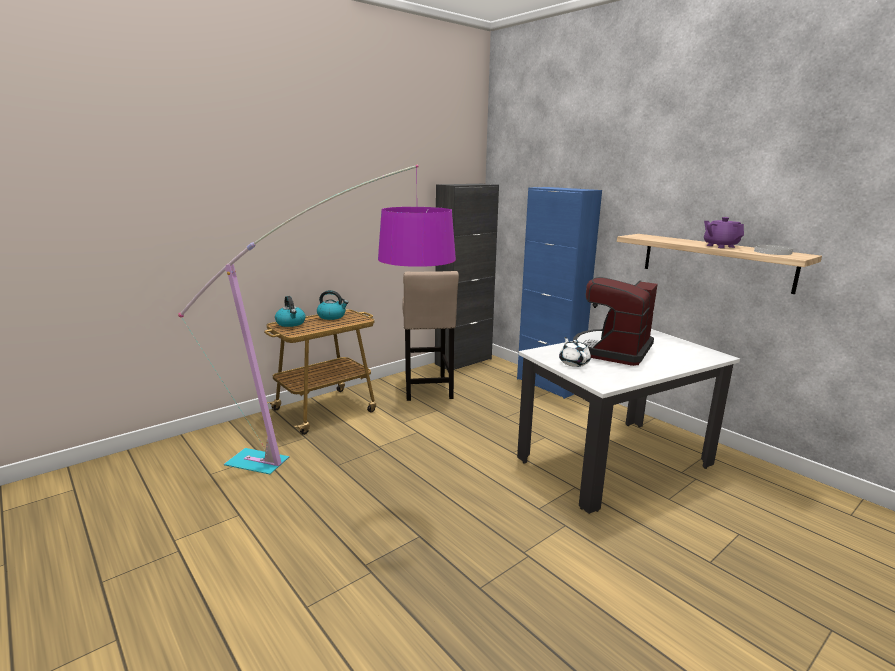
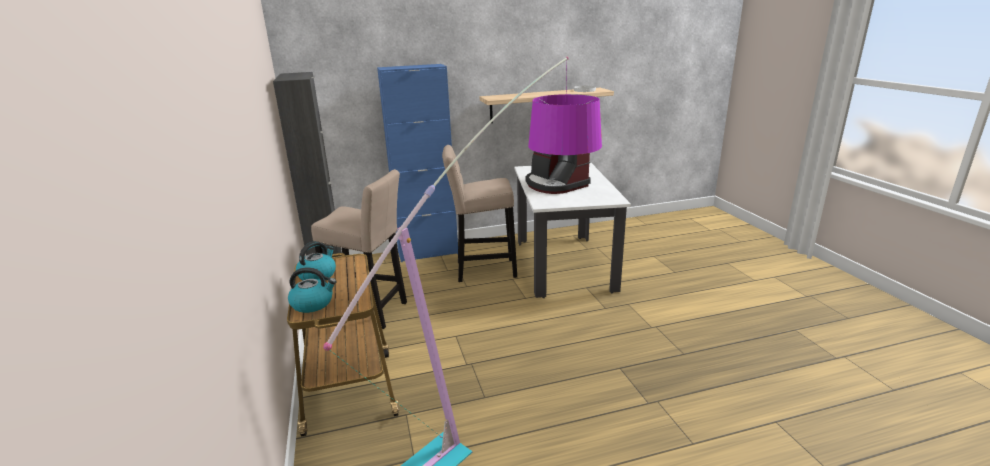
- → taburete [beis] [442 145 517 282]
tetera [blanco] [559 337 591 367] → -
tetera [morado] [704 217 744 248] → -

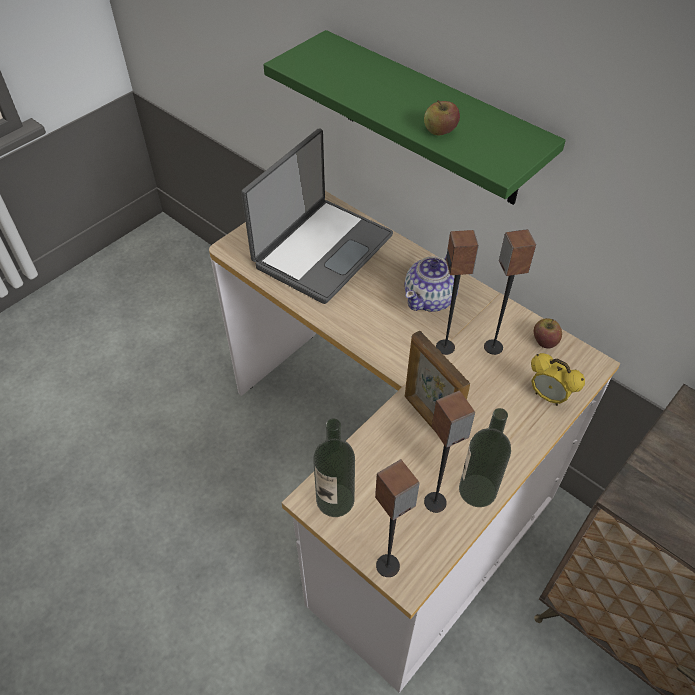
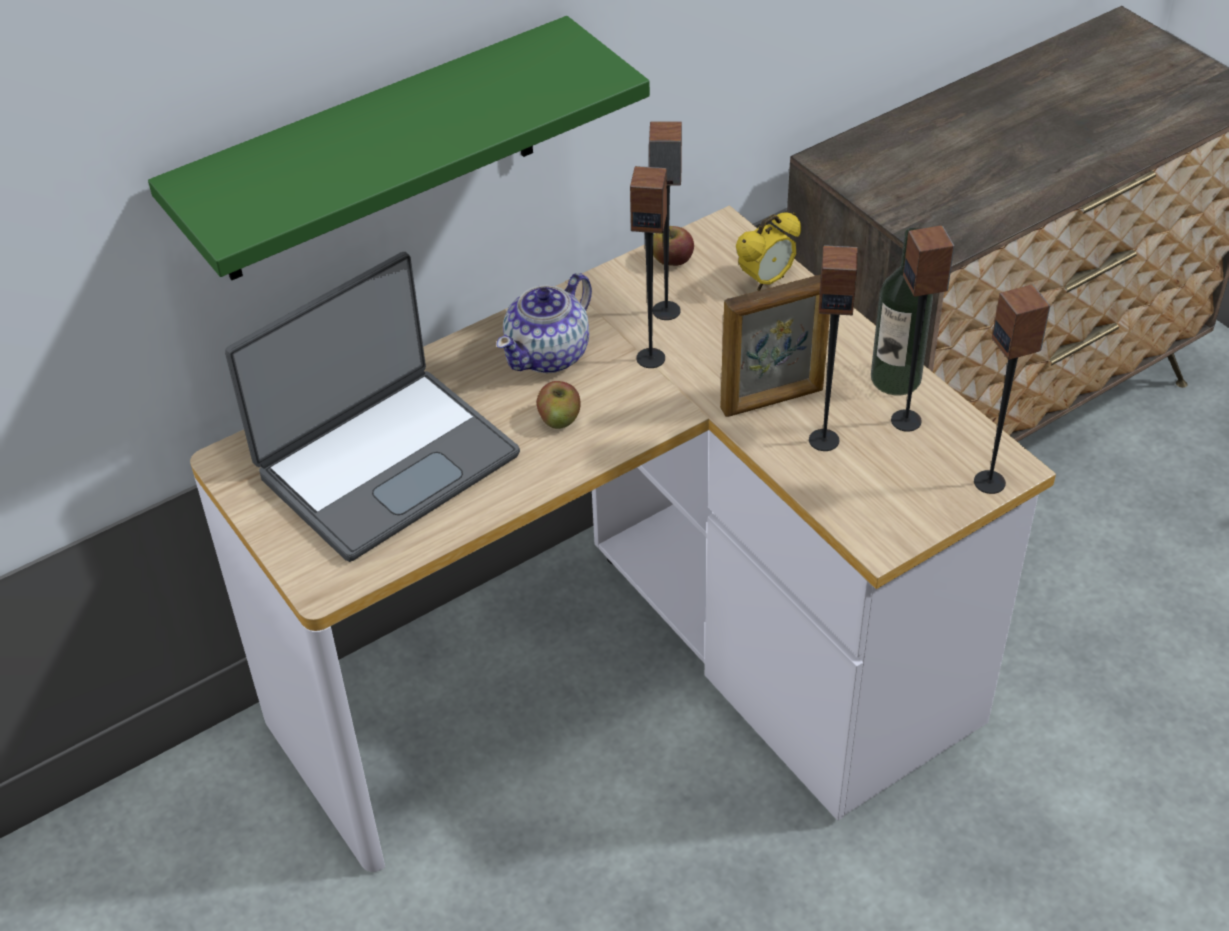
portátil [241 128 393 304] → portátil [225 252 520 562], 90 degrees clockwise
tetera [404 254 459 312] → tetera [497 273 592 373], 75 degrees clockwise
manzana [424 100 460 136] → manzana [537 381 581 429], shifted
- → altavoz [809 245 858 451]
botella [313 419 355 517] → -

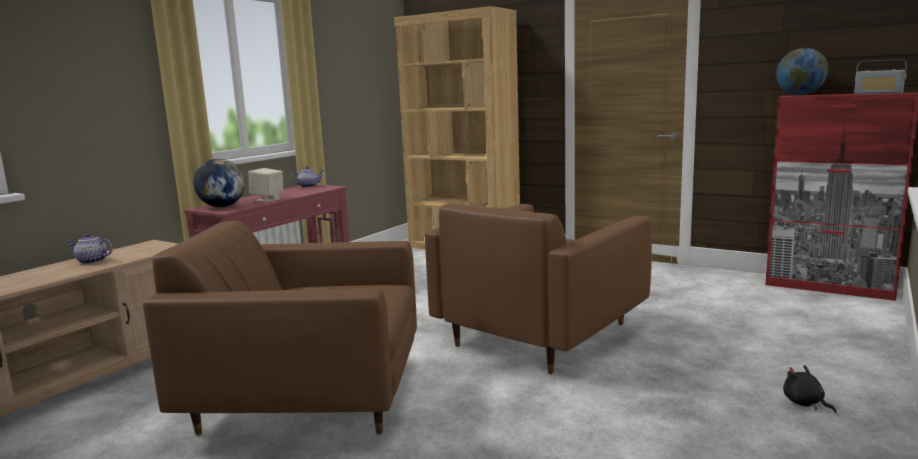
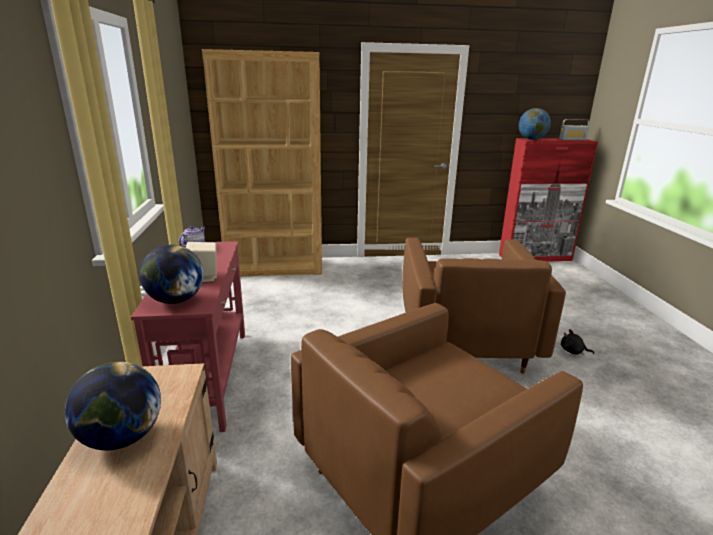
tetera [67 234 113 264] → globo terráqueo [65 362 161 450]
peluche [negro] [783 365 837 413] → peluche [negro] [561 329 594 355], shifted

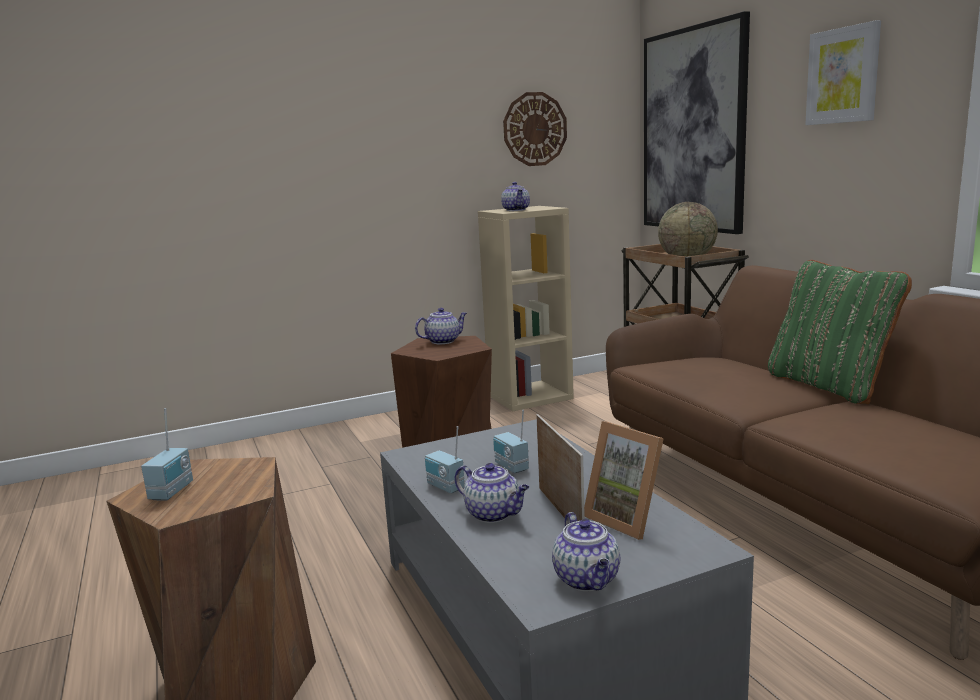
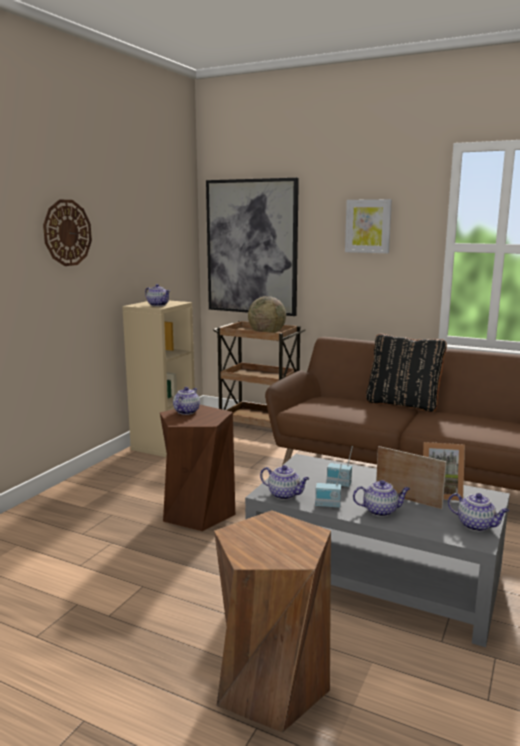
reloj de pared [503 92 567 166] → reloj de pared [43 200 92 266], shifted
- → tetera [260 465 310 500]
cojín [verde] [768 260 912 404] → cojín [negro] [366 334 447 412]
radio [141 408 193 501] → -

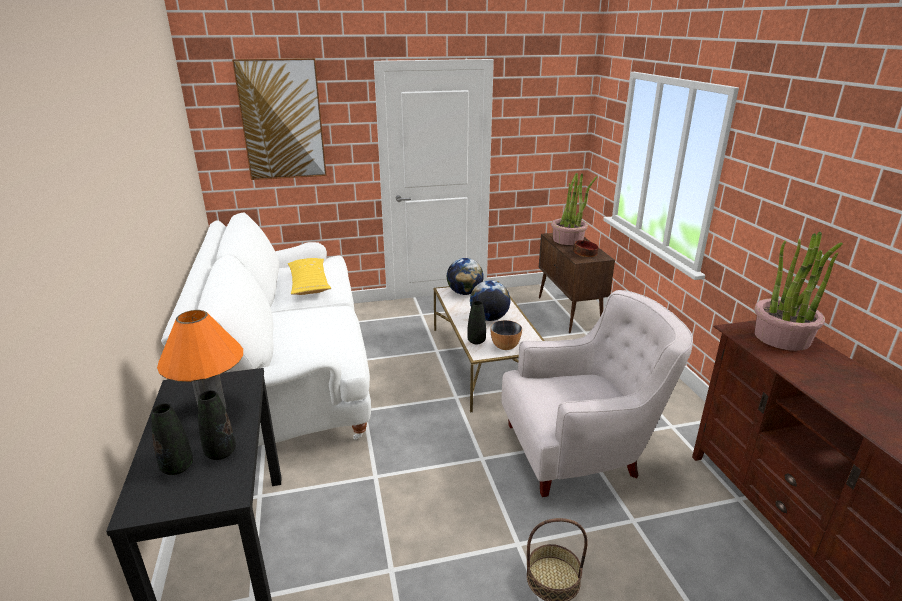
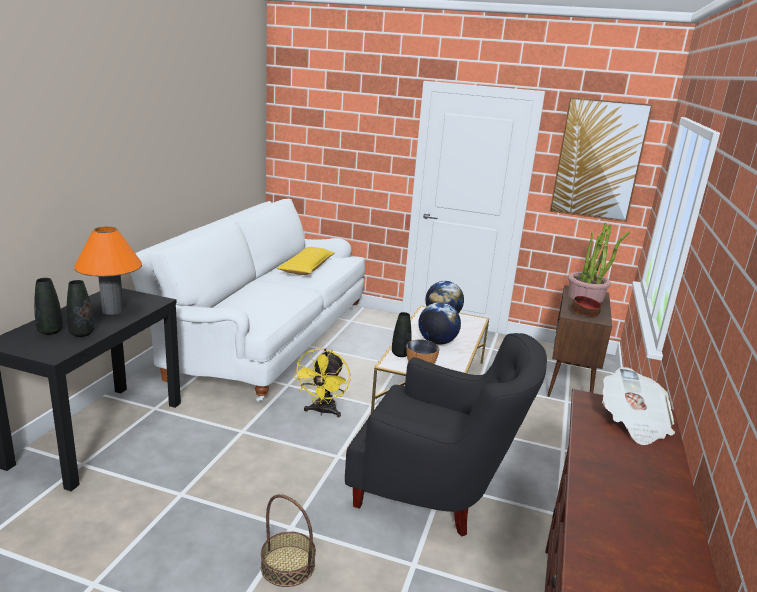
- → ventilador [amarillo] [293 348 350 417]
sillón [blanco] [501 290 693 497] → sillón [negro] [345 333 547 536]
cuadro [232 58 327 180] → cuadro [550 97 653 222], shifted
planta en maceta [754 232 843 351] → periódico [602 367 675 445]

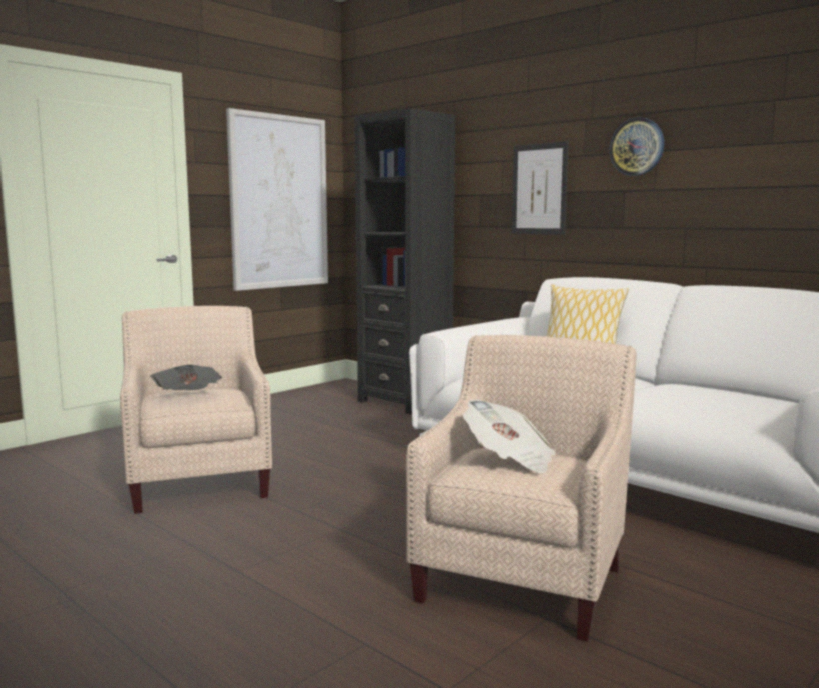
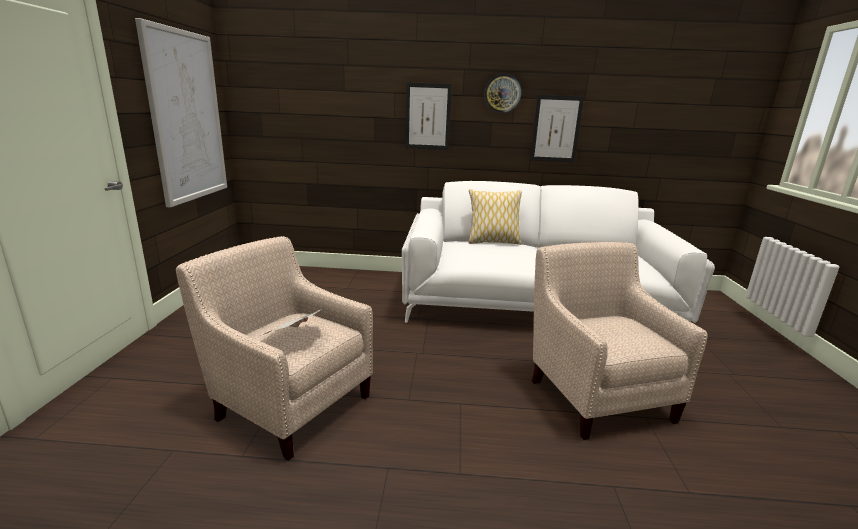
- → cuadro [530 95 584 162]
estantería [negro] [354 108 455 415] → -
periódico [463 399 556 474] → -

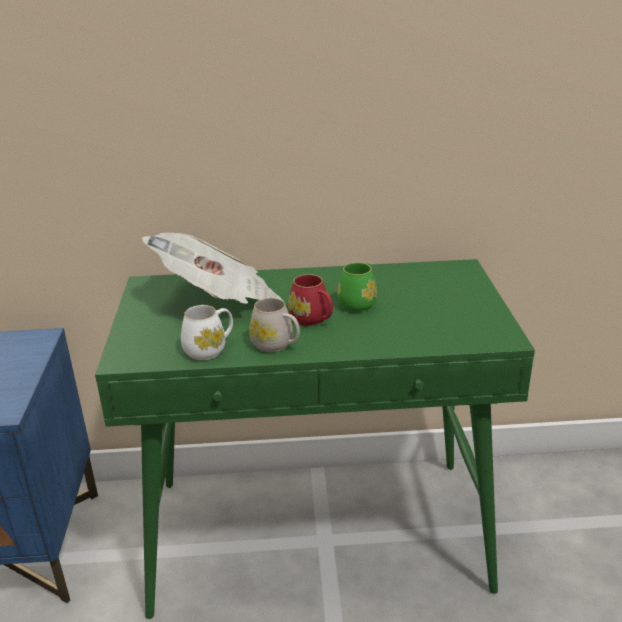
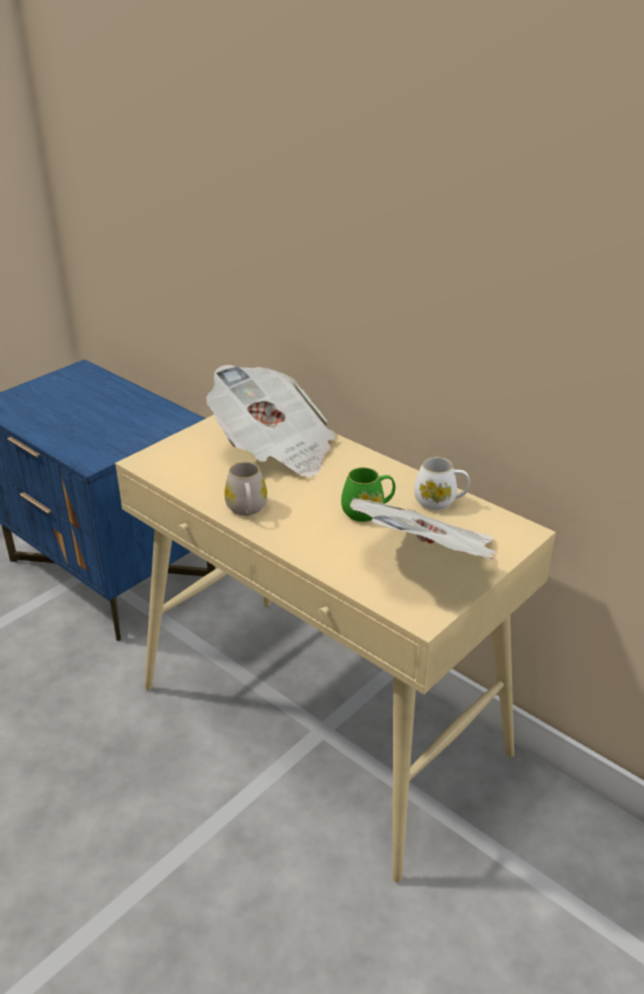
mesa consola [verde] [95 259 535 619] → mesa consola [beis] [115 414 556 883]
- → periódico [350 499 497 559]
taza grande [blanco] [181 305 233 360] → taza grande [blanco] [414 457 470 510], shifted
taza grande [rojo] [288 274 333 326] → -

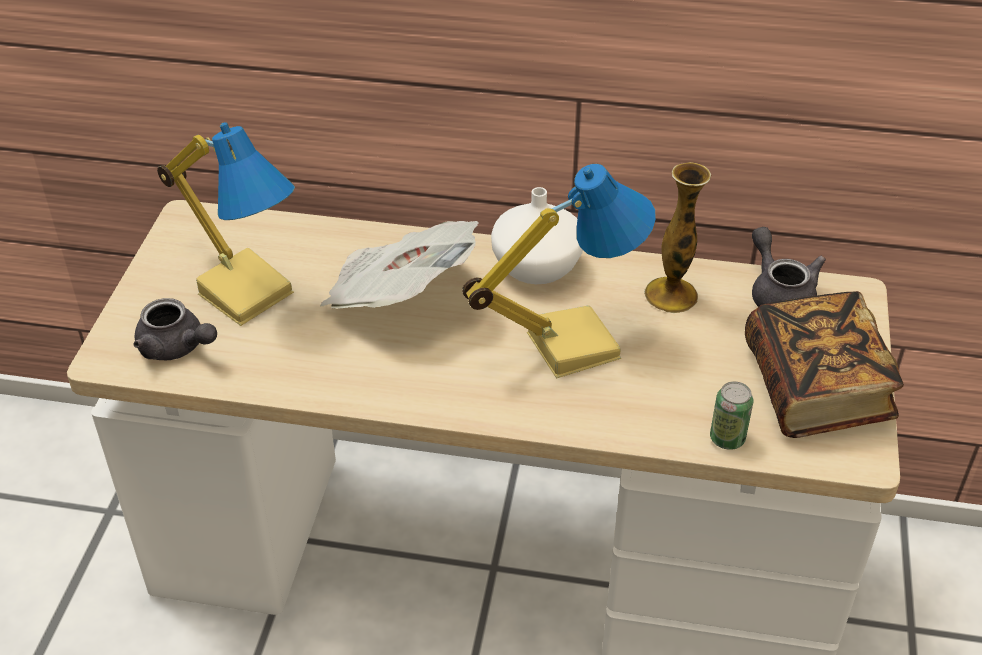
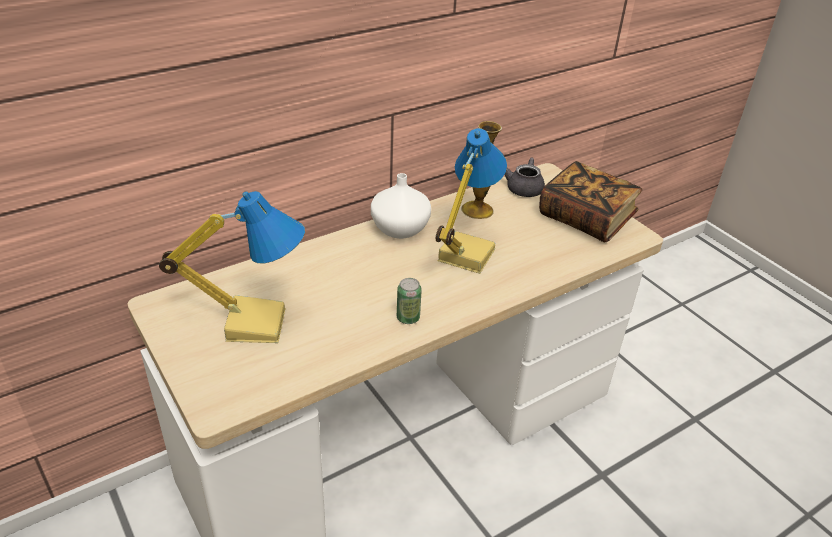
lata [710 381 753 450] → lata [397 278 422 324], shifted
tetera [gris] [133 298 217 360] → -
periódico [320 221 478 309] → -

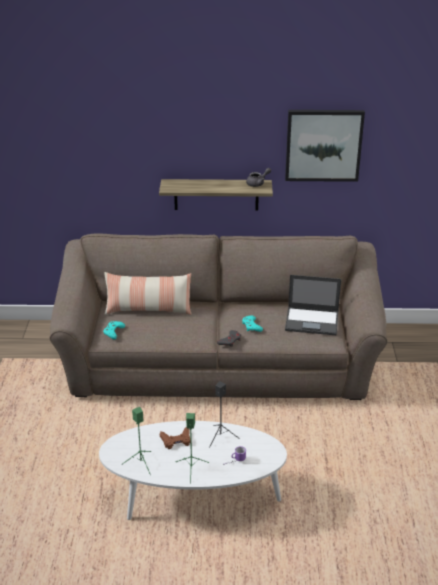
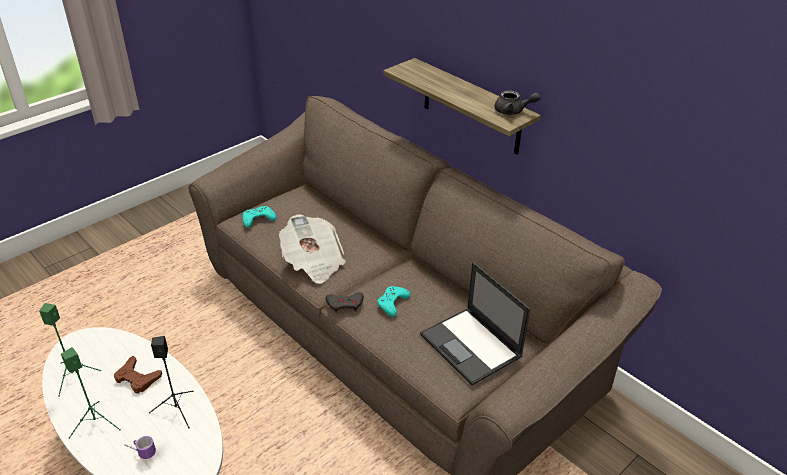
- → periódico [279 214 346 284]
cojín [104 272 192 315] → -
cuadro [285 110 365 182] → -

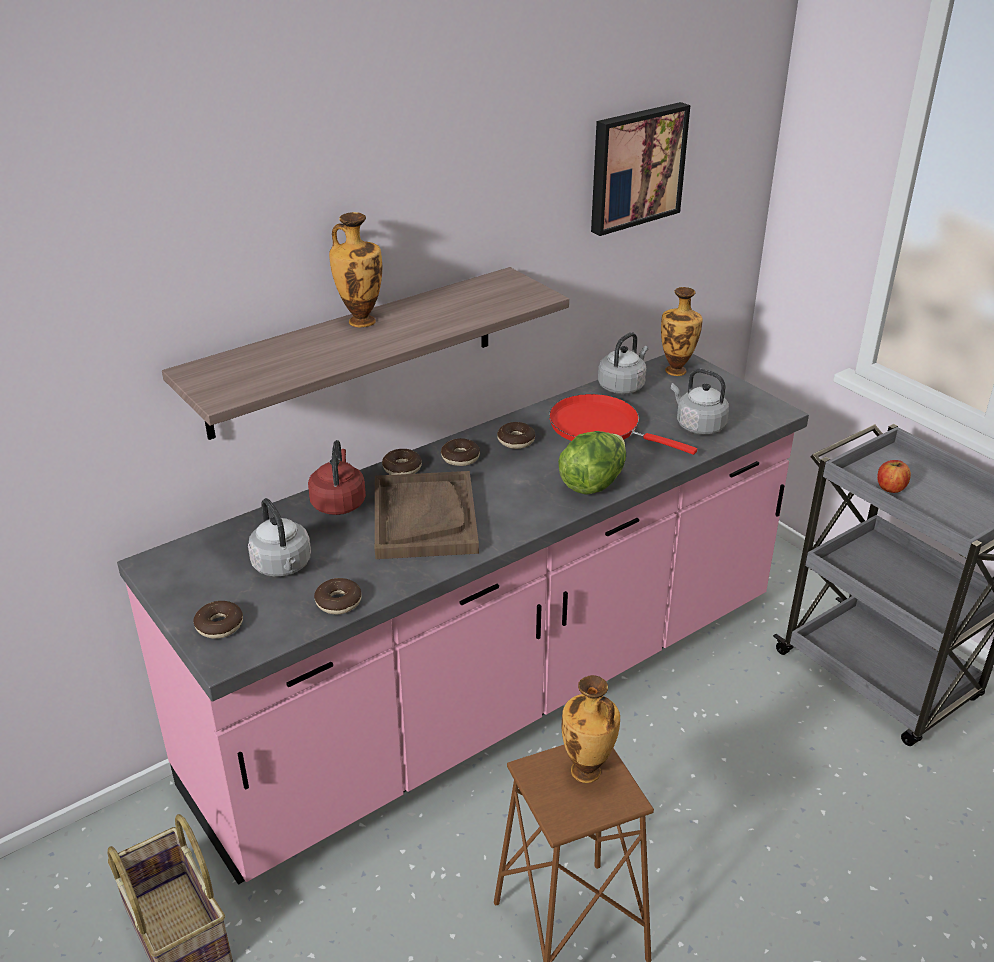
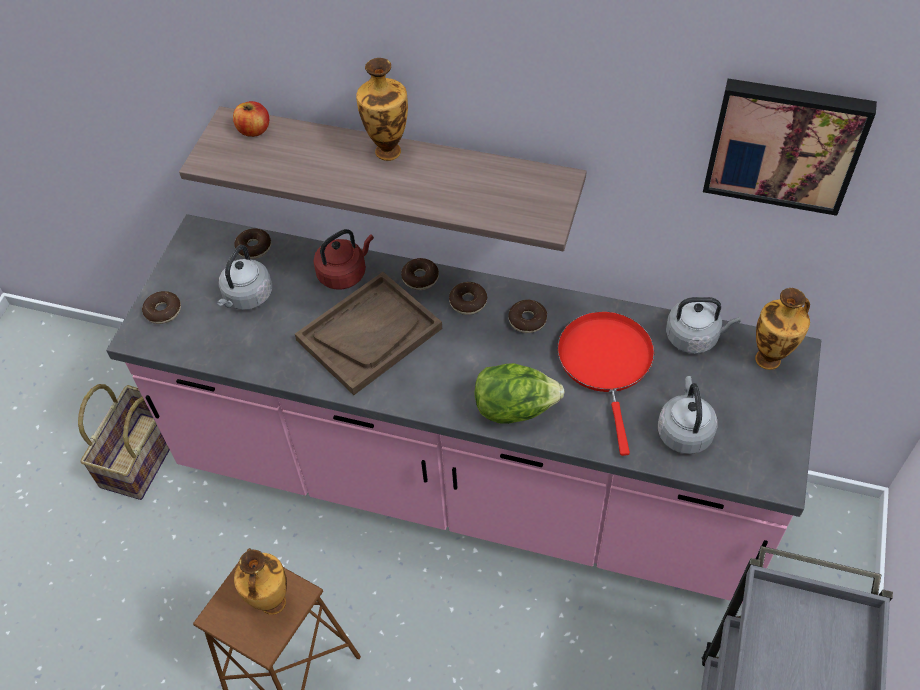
manzana [877 460 911 493] → manzana [233 101 269 137], shifted
rosquilla [314 578 362 614] → rosquilla [235 228 271 259], shifted

